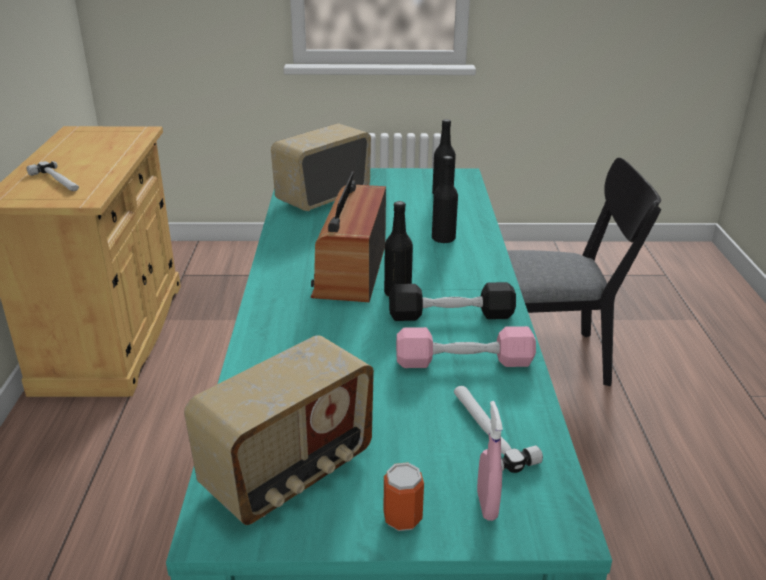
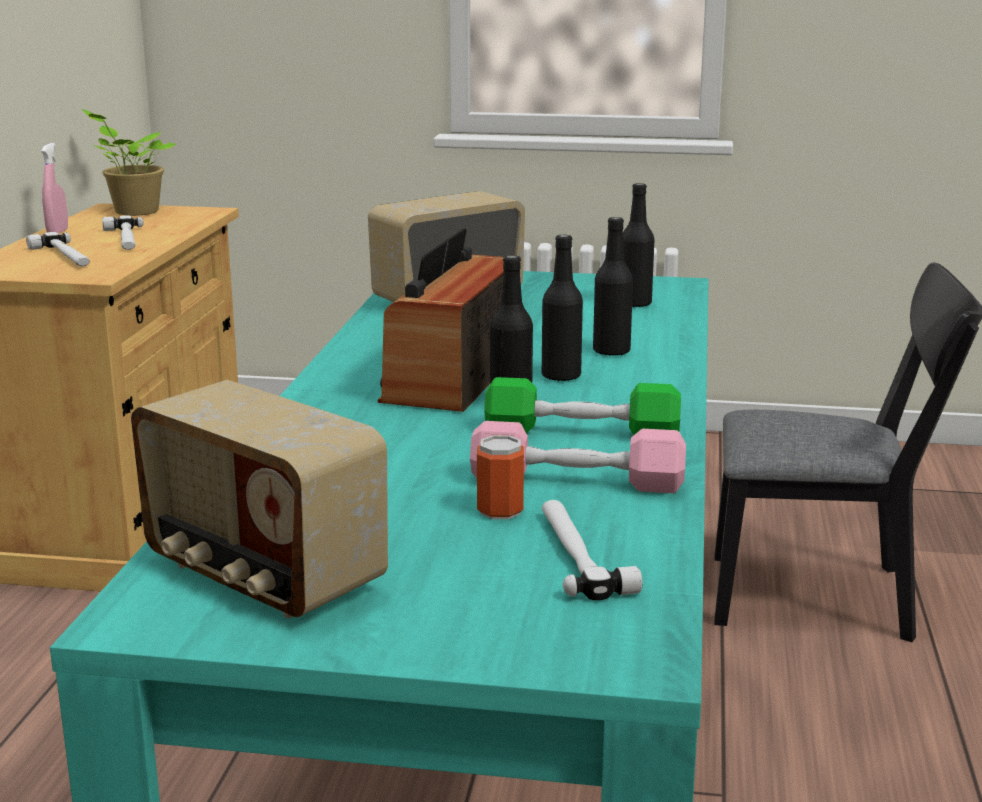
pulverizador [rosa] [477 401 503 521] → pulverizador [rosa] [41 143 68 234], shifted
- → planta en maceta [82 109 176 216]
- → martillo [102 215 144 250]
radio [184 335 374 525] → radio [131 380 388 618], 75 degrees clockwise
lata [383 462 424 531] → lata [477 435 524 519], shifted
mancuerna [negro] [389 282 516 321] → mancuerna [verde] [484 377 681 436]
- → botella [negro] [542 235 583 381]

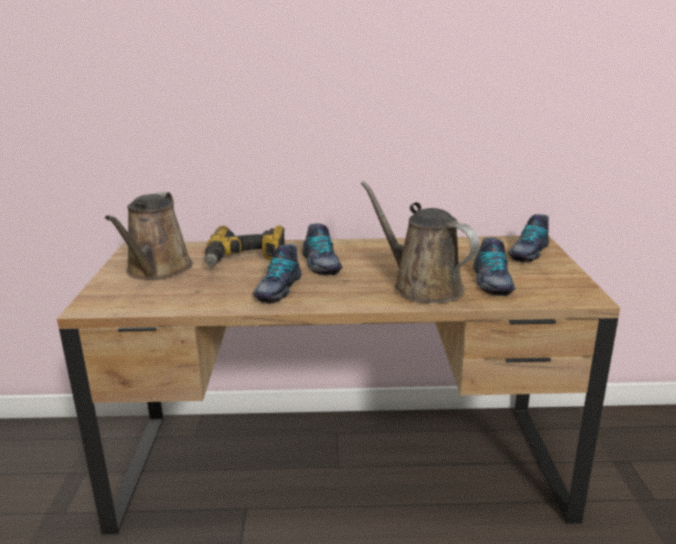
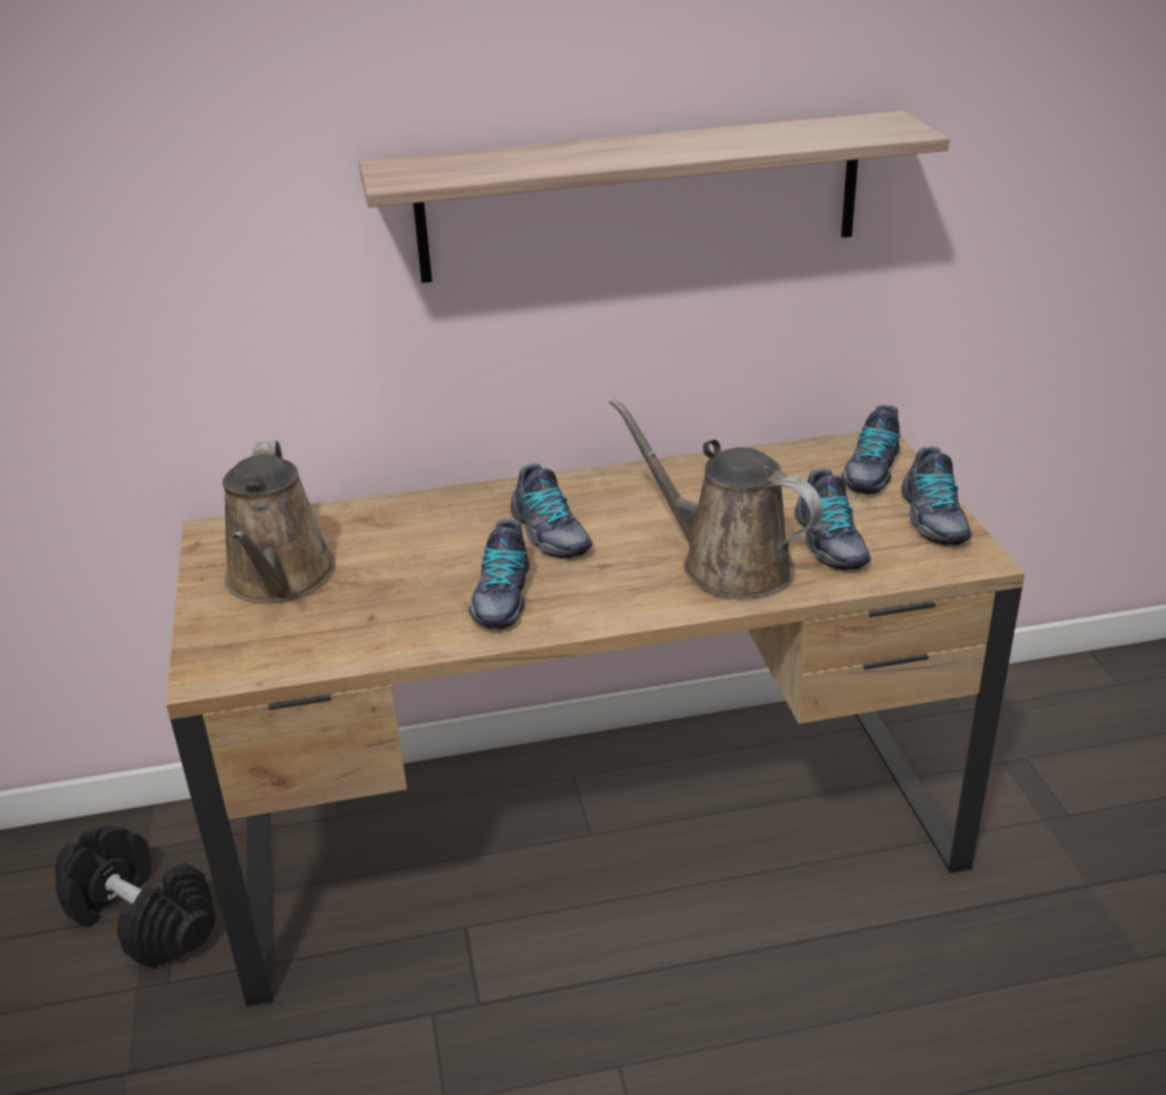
- → mancuerna [negro] [55 825 215 968]
- → estante [359 111 950 283]
- → zapato [901 447 972 546]
taladro [205 225 285 266] → -

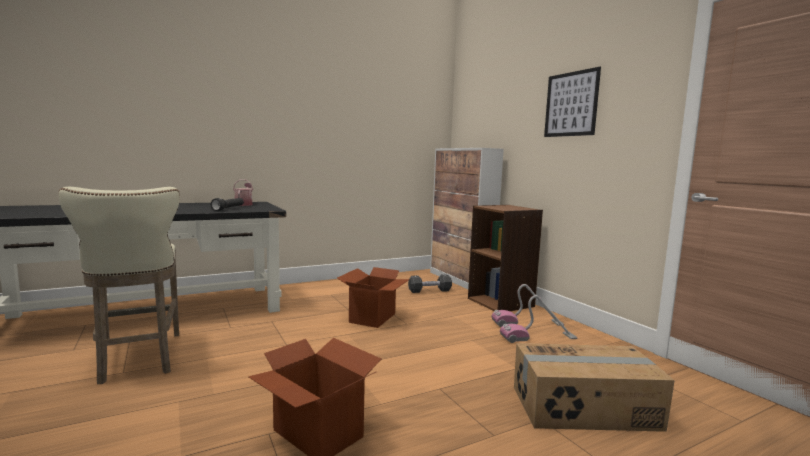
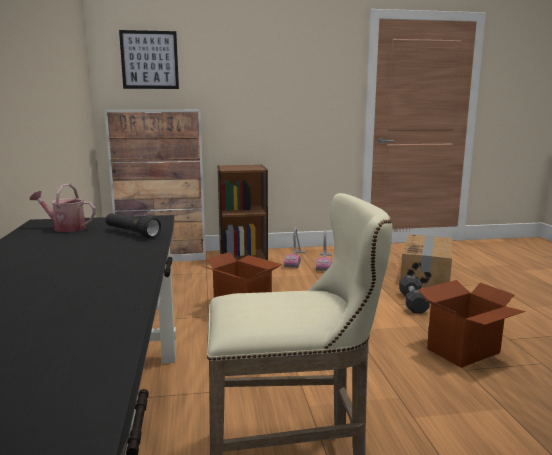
cuadro [544 67 601 137] → cuadro [119 30 179 89], shifted
mancuerna [negro] [408 274 452 293] → mancuerna [negro] [399 275 430 313], shifted

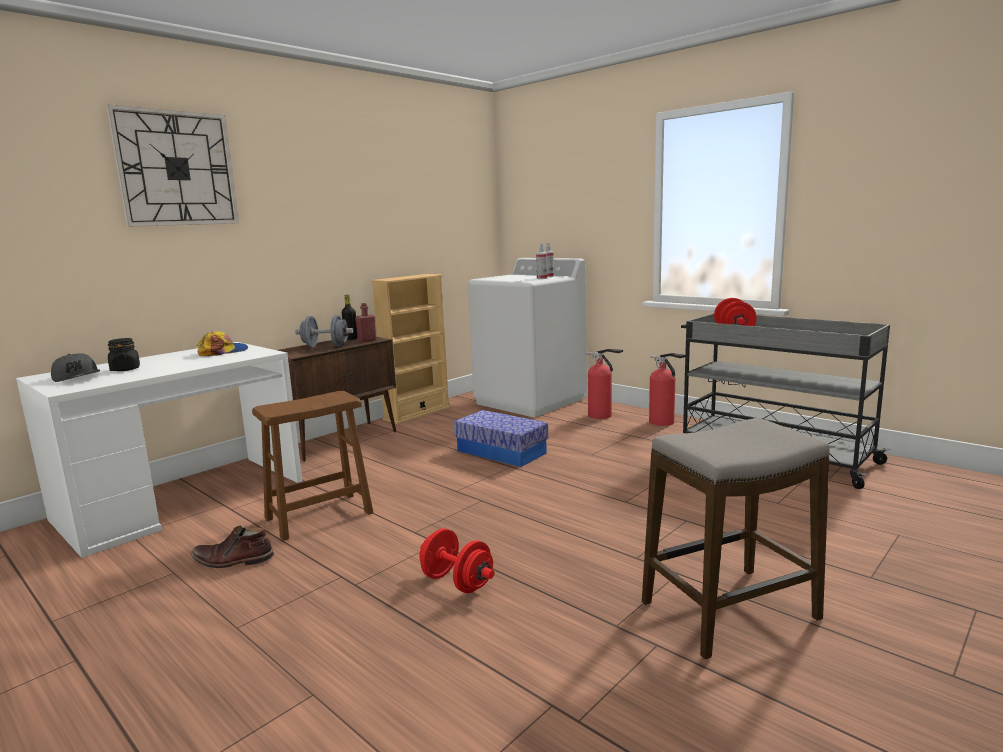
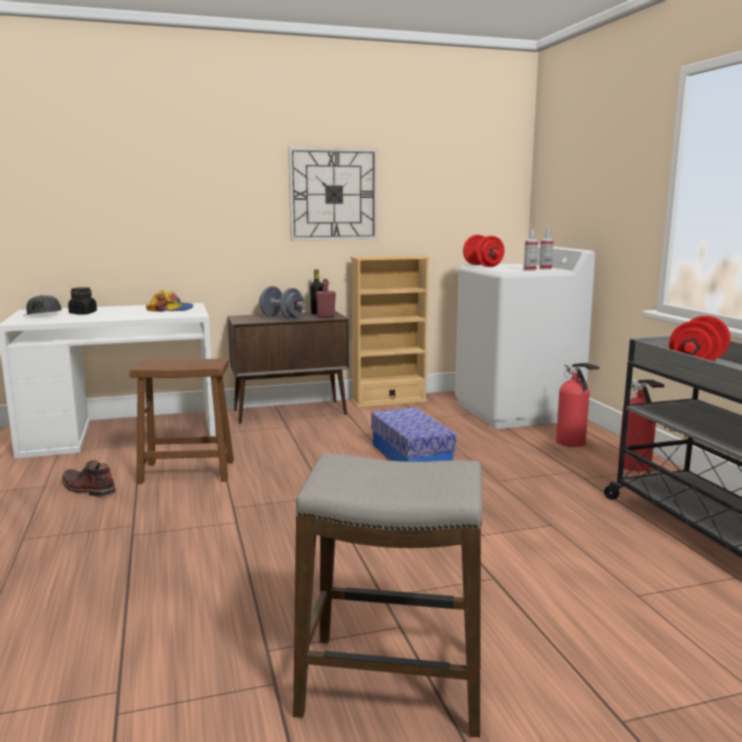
reloj de pared [106 104 239 227] → reloj de pared [288 147 378 241], shifted
mancuerna [rojo] [420 528 495 593] → mancuerna [rojo] [463 235 505 267], shifted

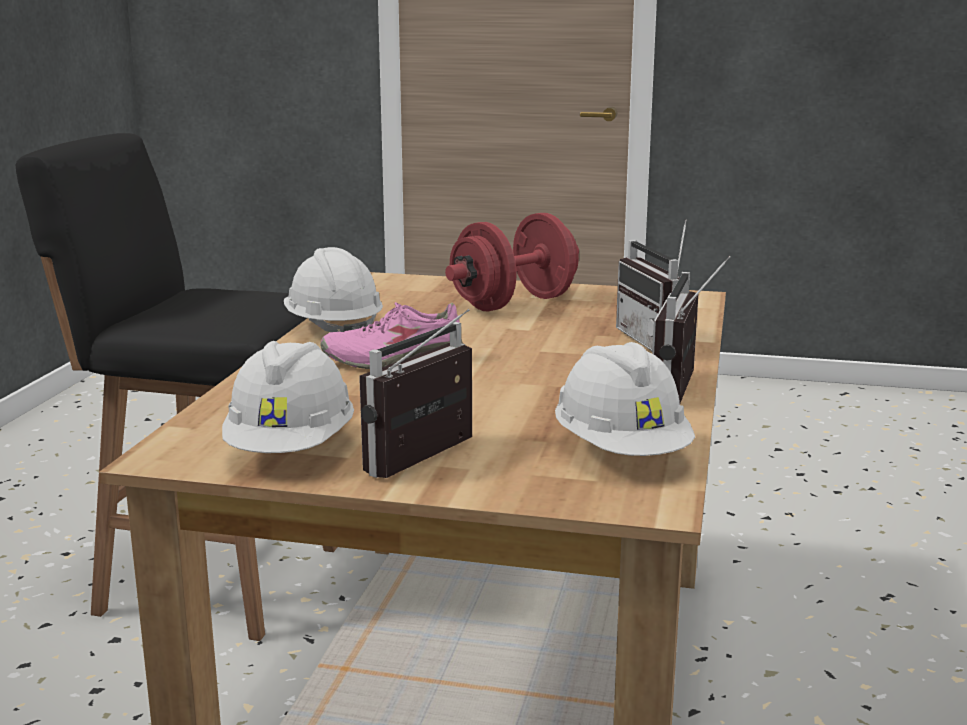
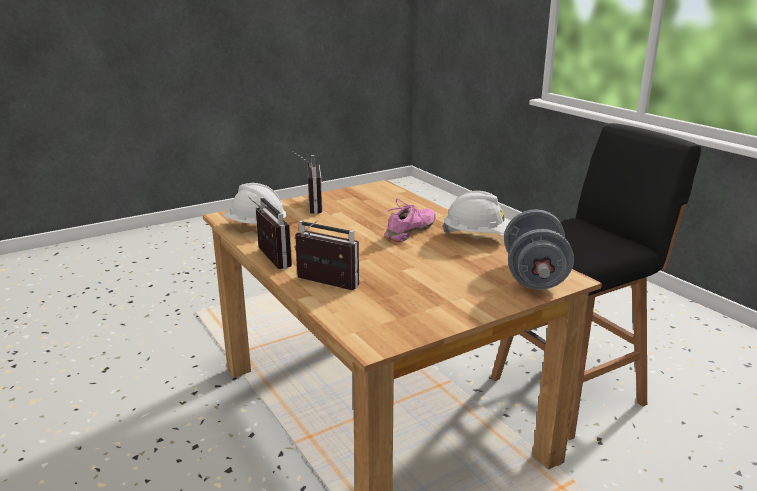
- → mancuerna [gris] [504 209 574 290]
casco [blanco] [222 341 354 453] → -
mancuerna [rojo] [445 213 579 312] → -

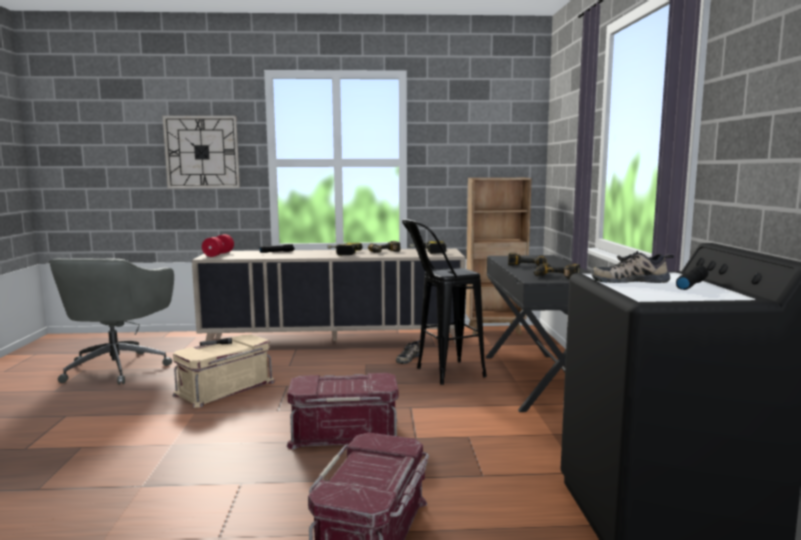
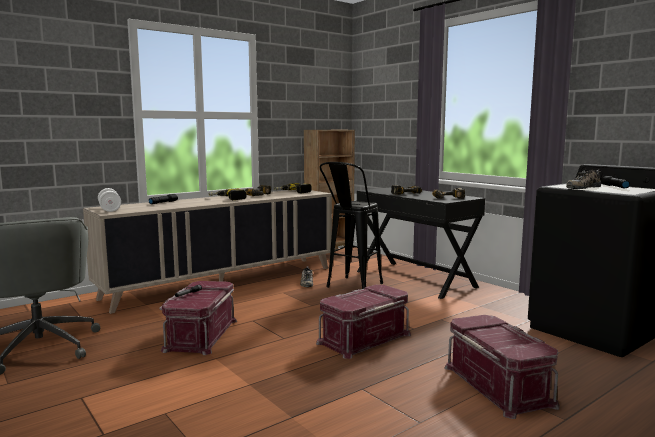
mancuerna [rojo] [202 234 234 257] → mancuerna [blanco] [98 188 121 212]
caja de almacenaje [beis] [173 335 275 408] → caja de almacenaje [rojo] [159 281 237 355]
reloj de pared [163 116 240 188] → -

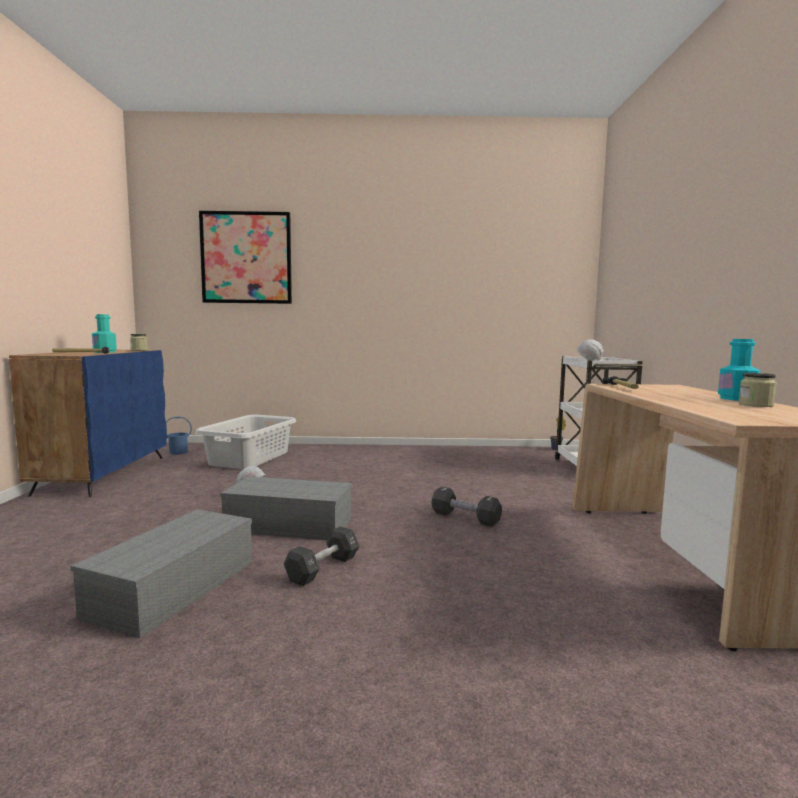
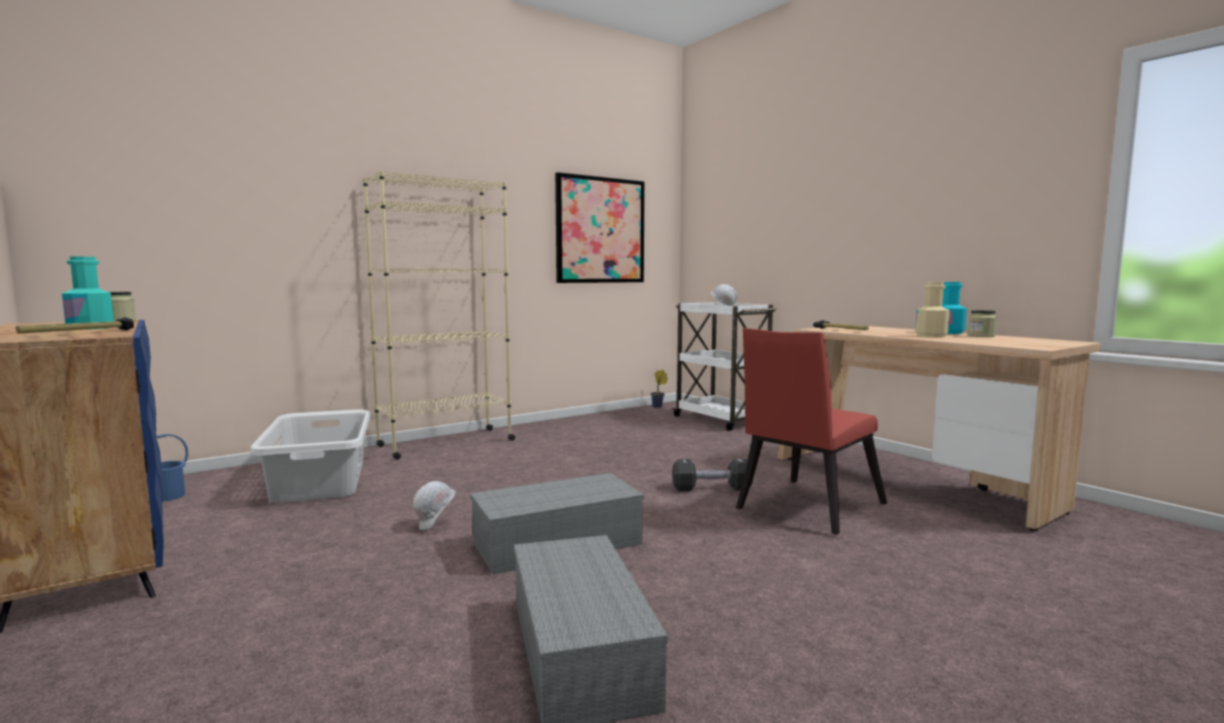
- → estantería [beis] [363 170 515 460]
cuadro [199 211 292 304] → cuadro [555 172 644 283], shifted
- → silla [rojo] [736 328 887 535]
- → botella [beis] [915 282 950 337]
mancuerna [negro] [283 526 360 586] → -

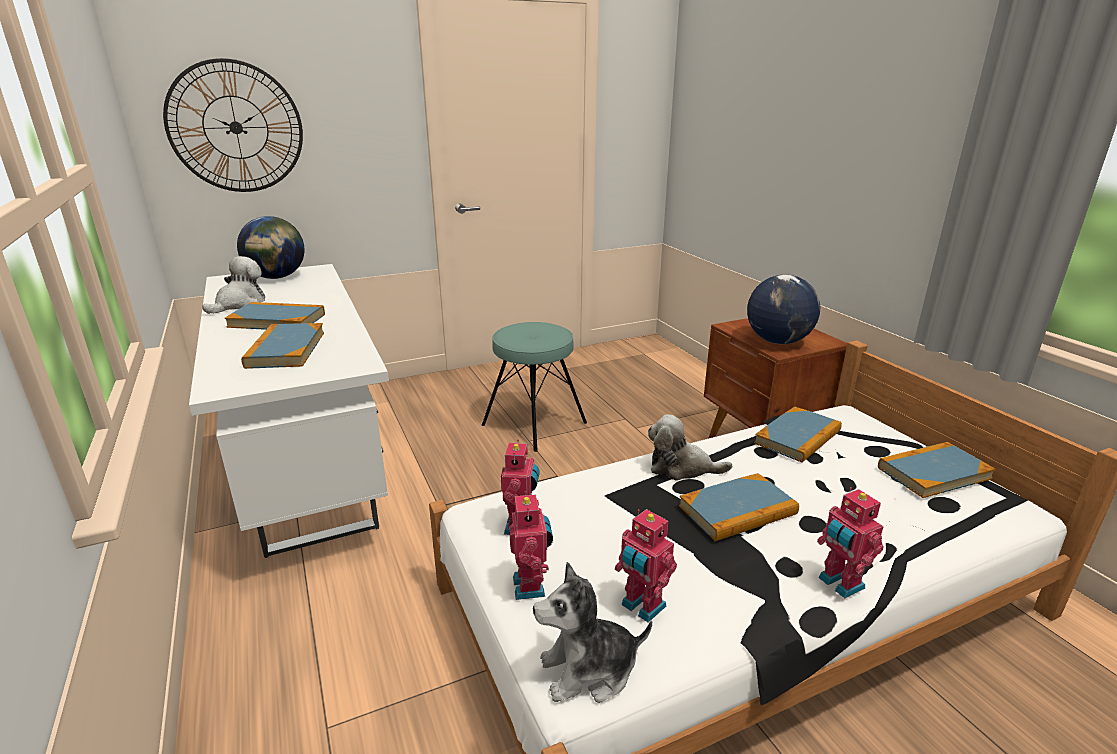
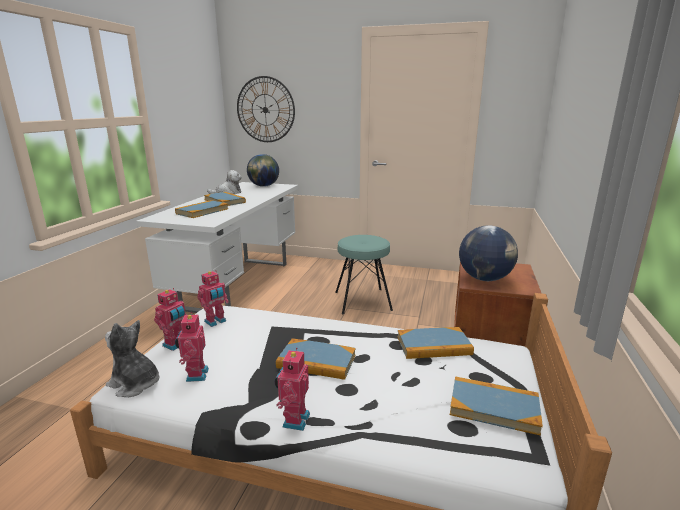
peluche [648 414 732 481] → -

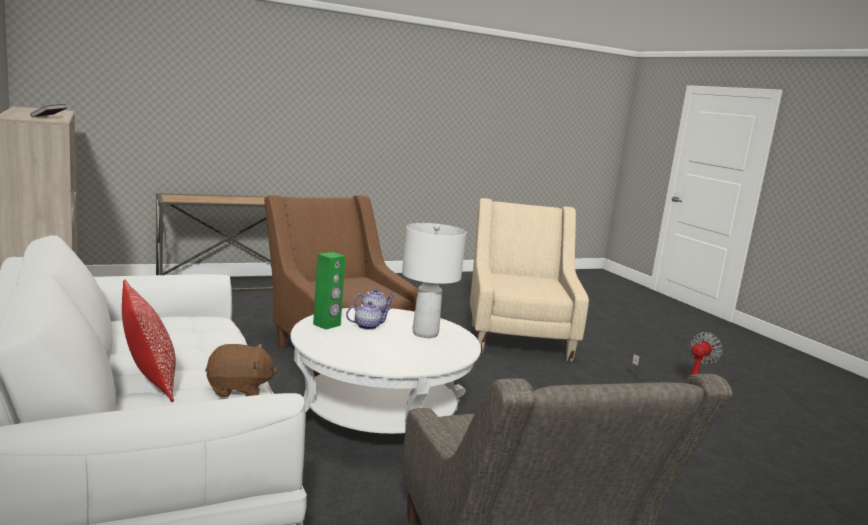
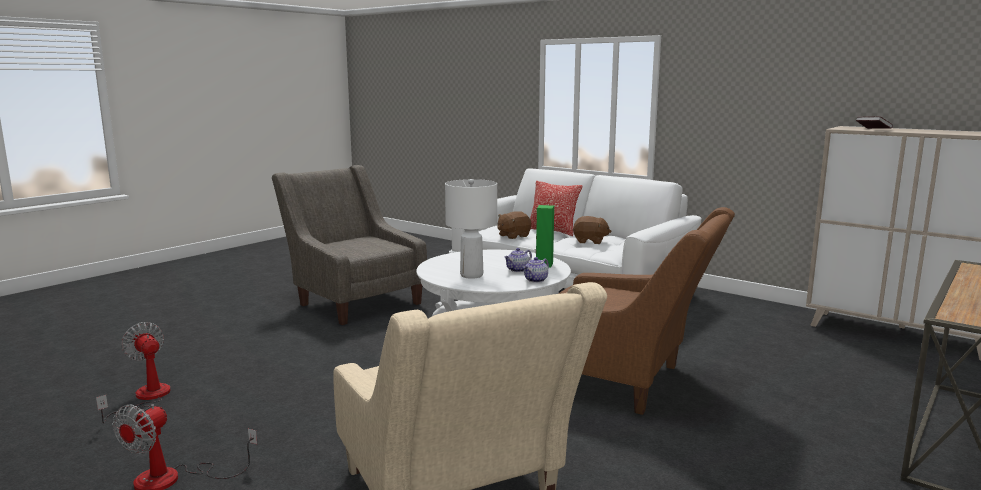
- → ventilador [96 322 170 424]
- → peluche [marrón] [573 216 611 244]

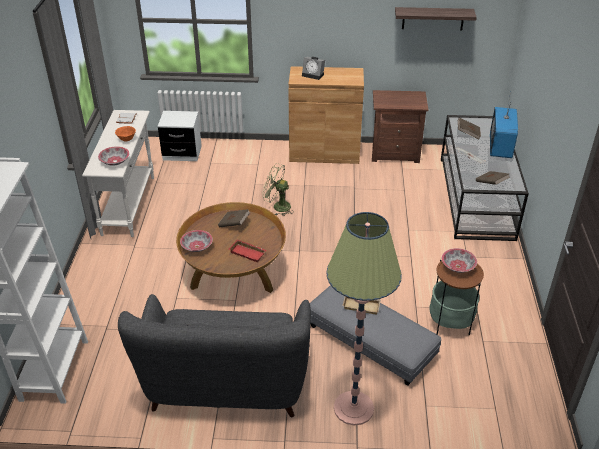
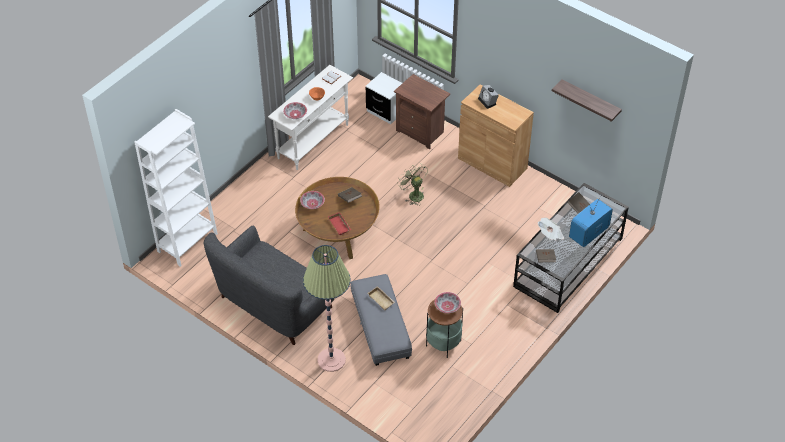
mesita de noche [marrón] [372 90 428 163] → mesita de noche [marrón] [394 74 450 149], shifted

